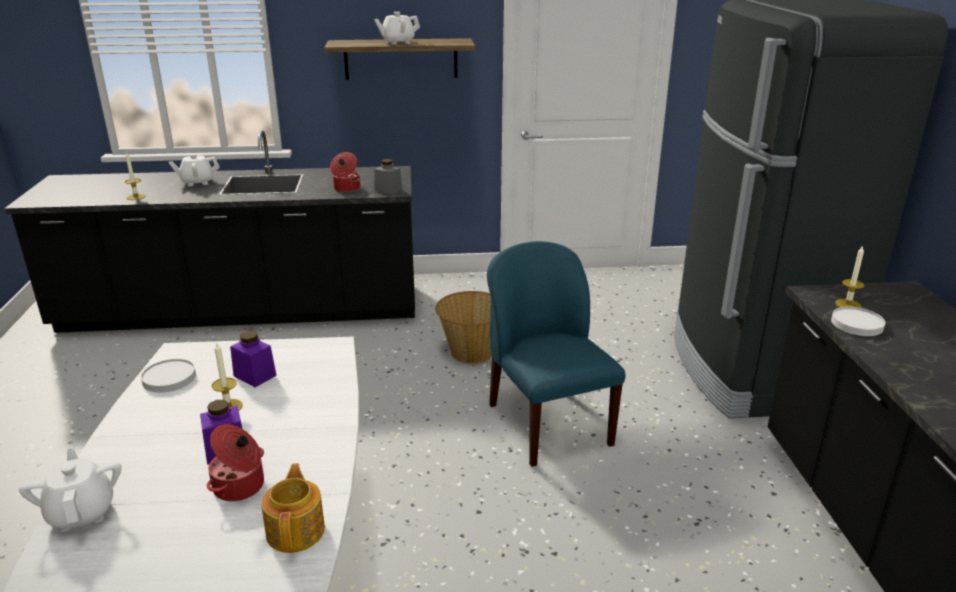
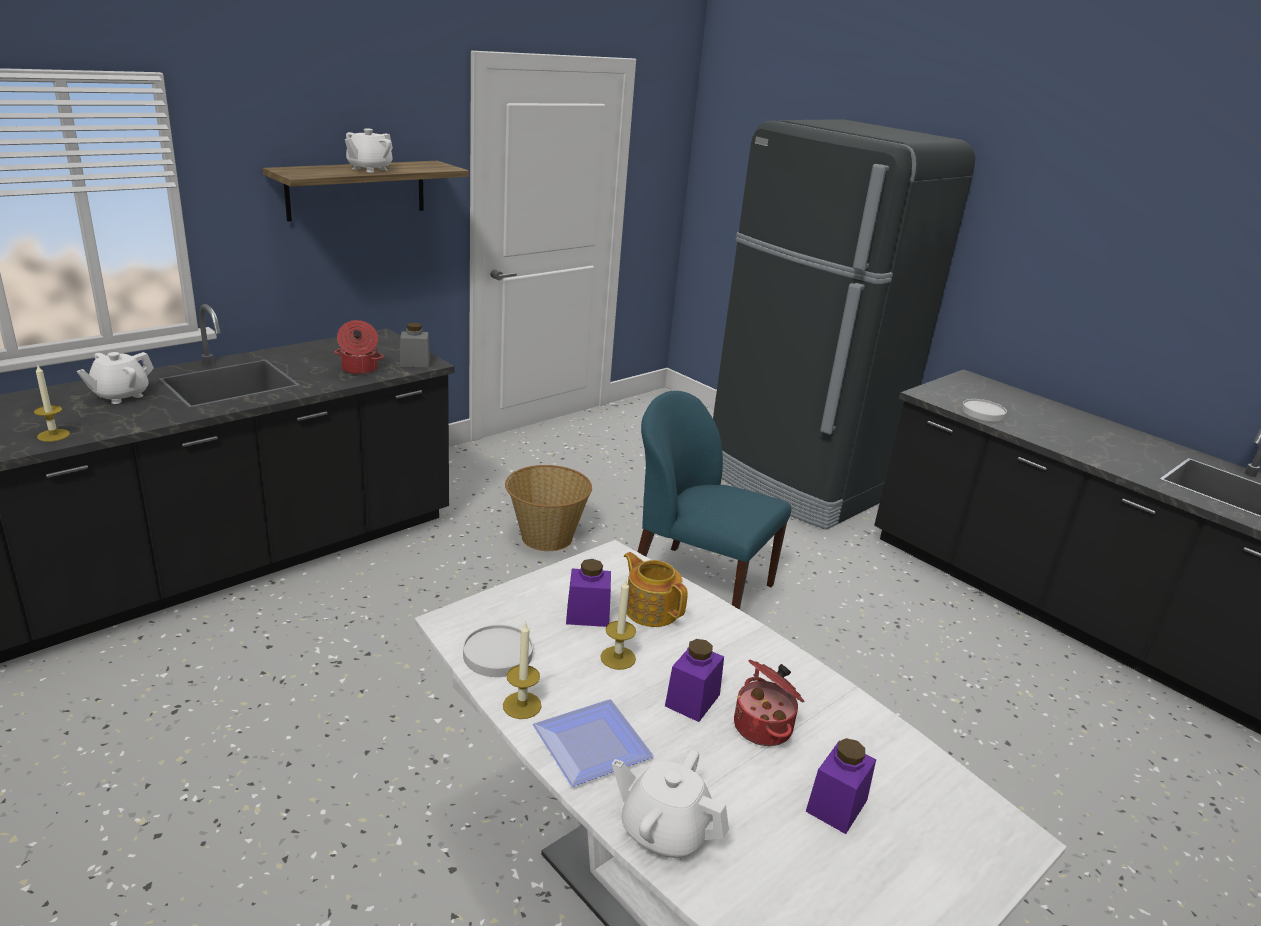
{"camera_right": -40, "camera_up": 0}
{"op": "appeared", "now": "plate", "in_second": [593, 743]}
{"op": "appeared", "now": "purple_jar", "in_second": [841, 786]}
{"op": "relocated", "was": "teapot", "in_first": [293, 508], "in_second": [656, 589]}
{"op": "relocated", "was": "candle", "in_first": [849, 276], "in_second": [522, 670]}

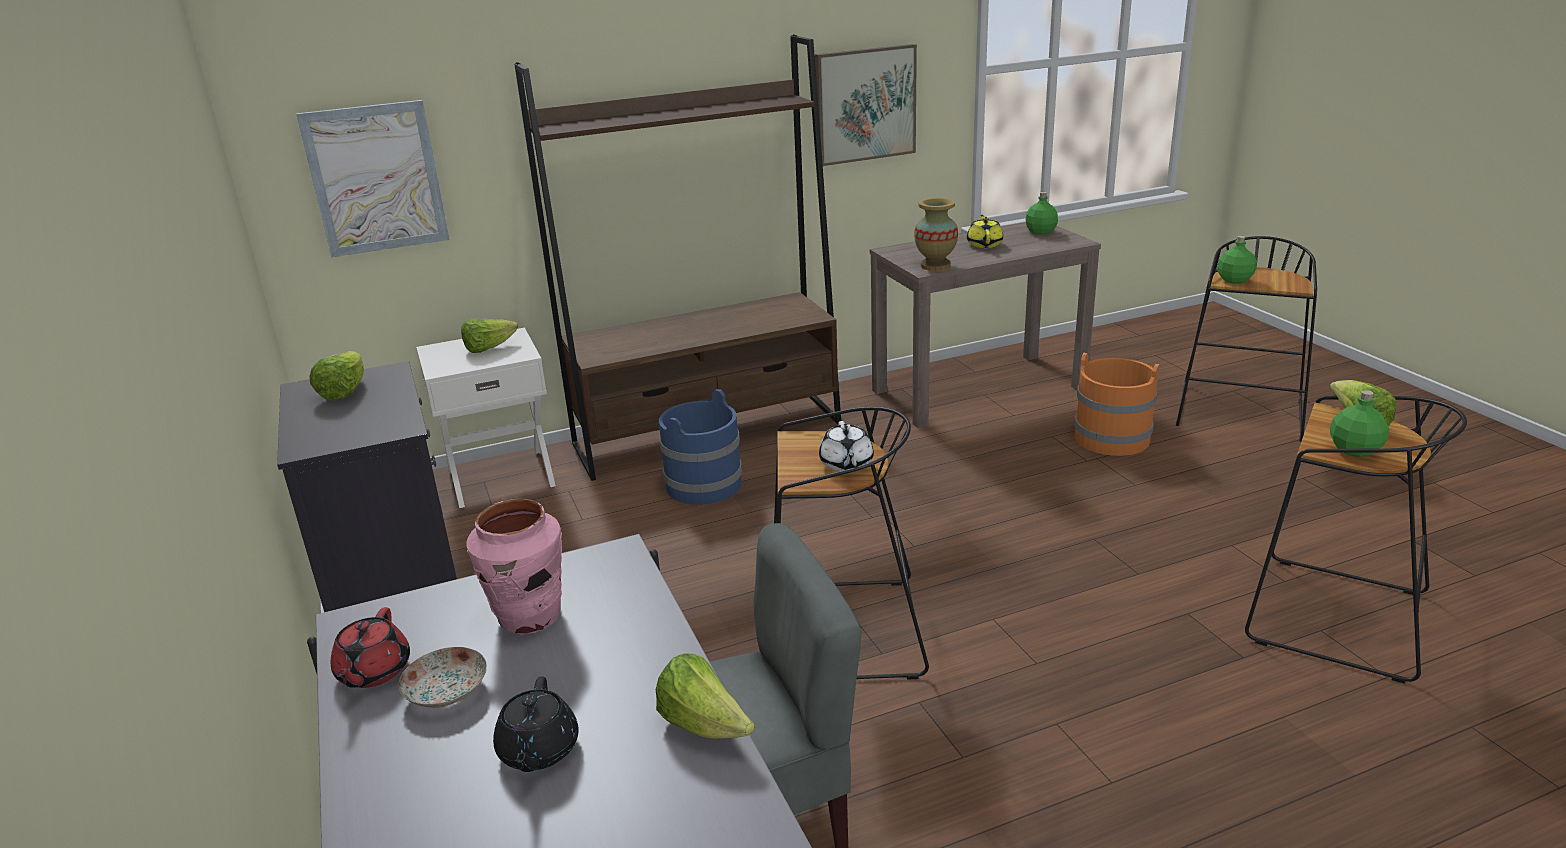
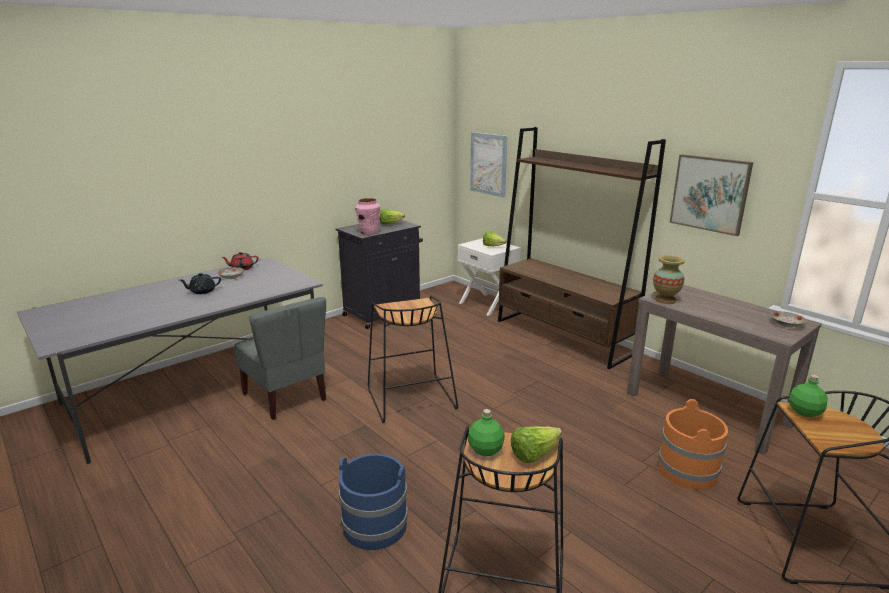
{"camera_right": 70, "camera_up": -5}
{"op": "missing", "was": "lettuce", "in_first": [705, 696]}
{"op": "missing", "was": "white_teapot", "in_first": [846, 446]}
{"op": "missing", "was": "yellow_teapot", "in_first": [985, 231]}
{"op": "relocated", "was": "pink_vase", "in_first": [514, 567], "in_second": [367, 216]}
{"op": "relocated", "was": "blue_bucket", "in_first": [700, 446], "in_second": [373, 502]}
{"op": "exchanged", "was": "green_bottle", "now": "plate", "in_first": [1042, 213], "in_second": [789, 319]}

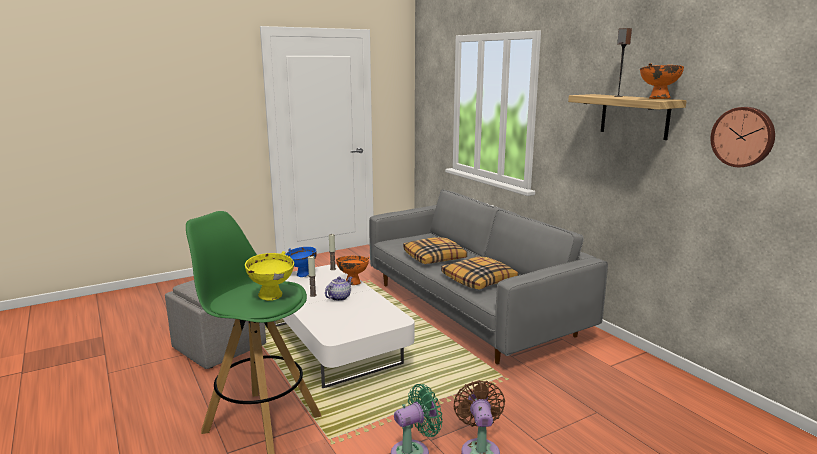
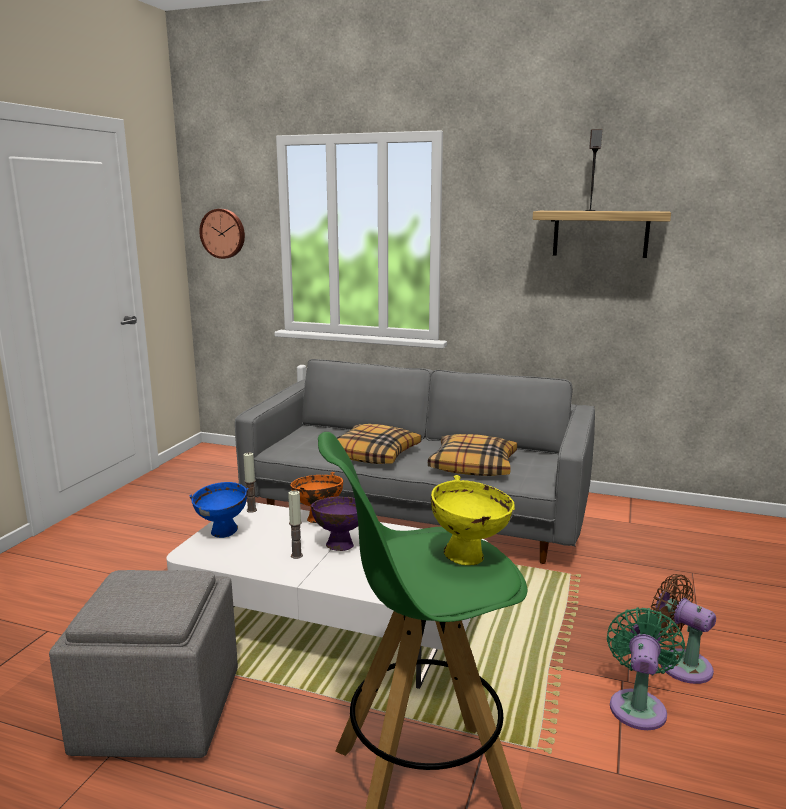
{"camera_right": -40, "camera_up": 0}
{"op": "missing", "was": "orange_bowl", "in_first": [662, 81]}
{"op": "relocated", "was": "wall_clock", "in_first": [743, 137], "in_second": [222, 234]}
{"op": "exchanged", "was": "teapot", "now": "purple_bowl", "in_first": [338, 289], "in_second": [334, 524]}

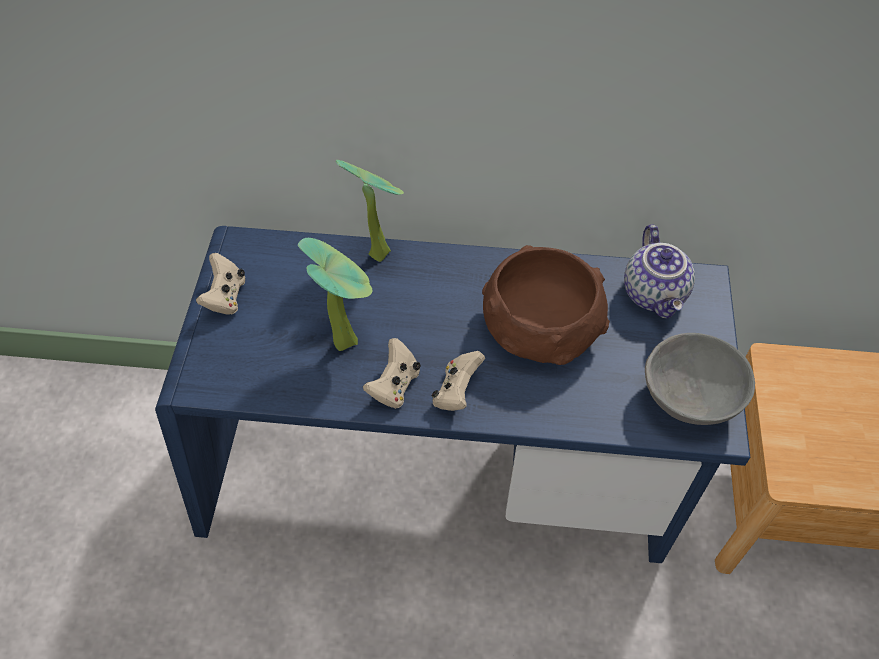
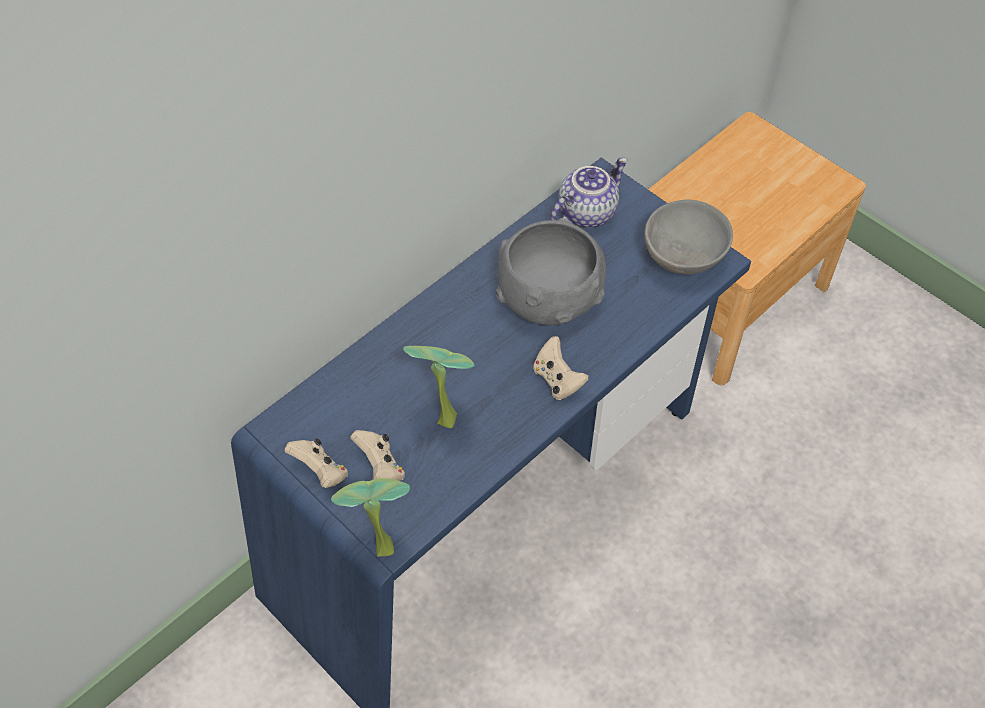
{"camera_right": -50, "camera_up": 0}
{"op": "relocated", "was": "potted_plant", "in_first": [369, 211], "in_second": [370, 517]}
{"op": "relocated", "was": "beige_game_controller", "in_first": [392, 373], "in_second": [377, 455]}
{"op": "colour", "was": "brown_bowl", "now": "grey_bowl", "in_first": [546, 305], "in_second": [551, 271]}
{"op": "spun", "was": "teapot", "in_first": [659, 272], "in_second": [589, 192], "clockwise": -75}

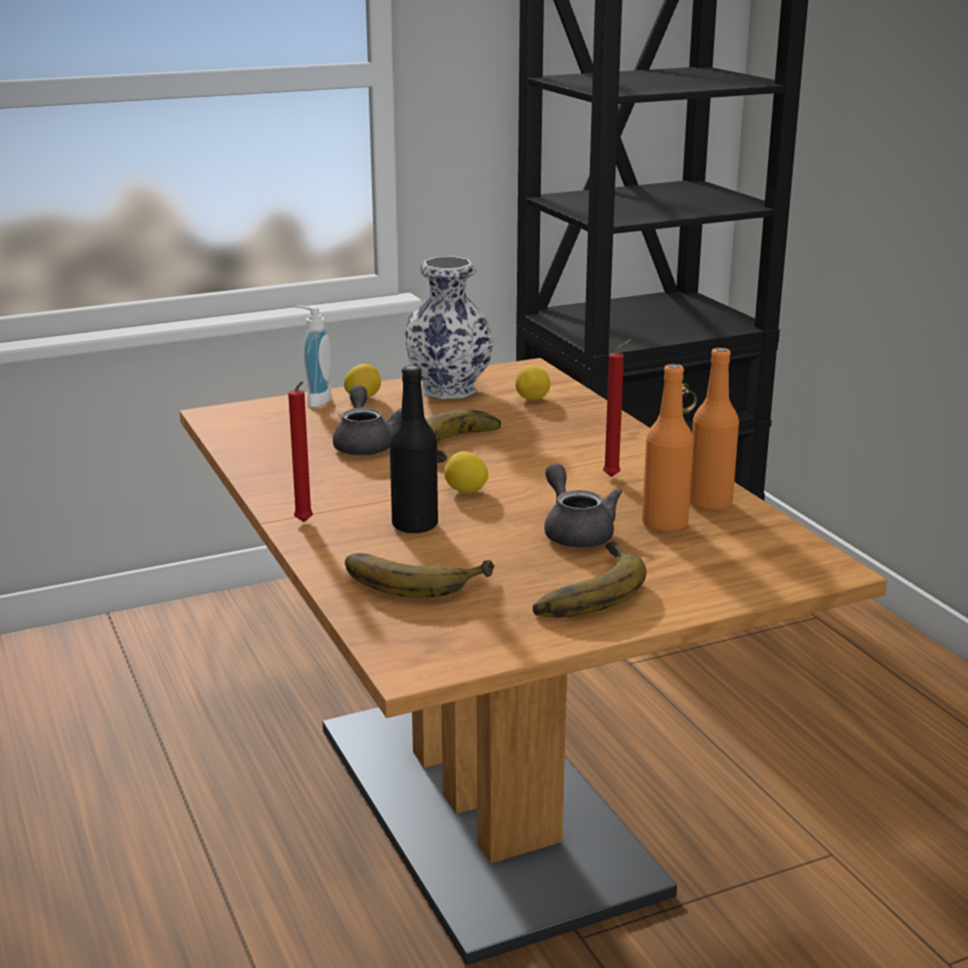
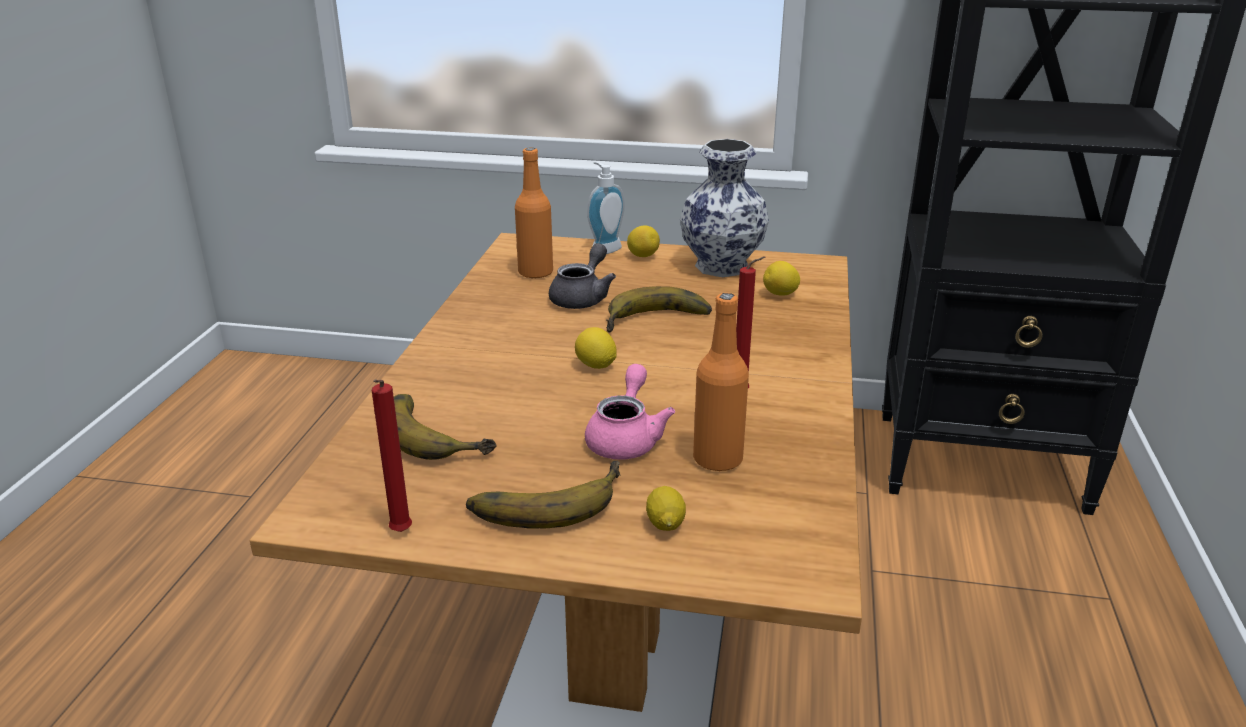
{"camera_right": 35, "camera_up": 5}
{"op": "missing", "was": "black_bottle", "in_first": [413, 449]}
{"op": "appeared", "now": "lemon", "in_second": [666, 508]}
{"op": "relocated", "was": "red_candle", "in_first": [300, 451], "in_second": [392, 455]}
{"op": "relocated", "was": "orange_bottle", "in_first": [714, 429], "in_second": [534, 213]}
{"op": "colour", "was": "grey_teapot", "now": "pink_teapot", "in_first": [583, 505], "in_second": [630, 412]}

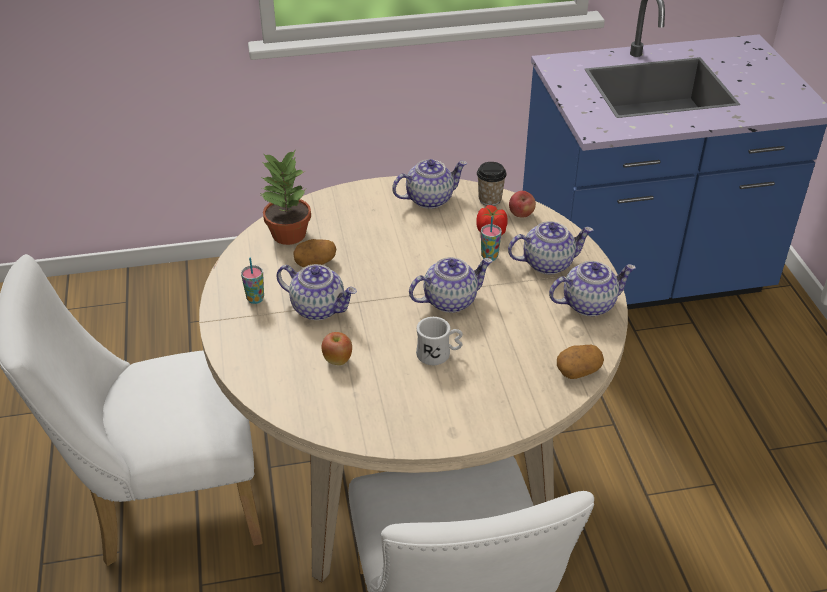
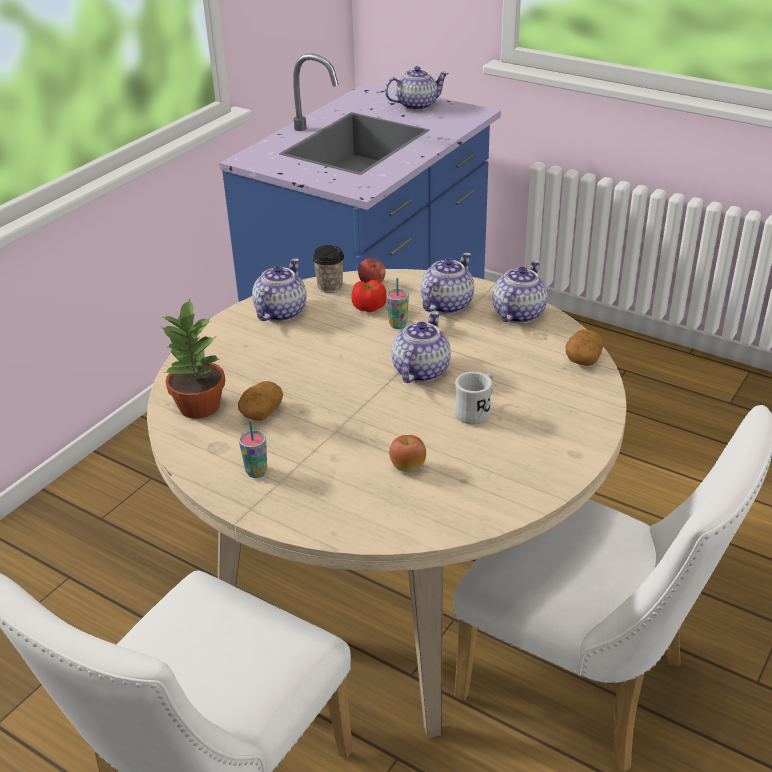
{"camera_right": -45, "camera_up": -5}
{"op": "relocated", "was": "teapot", "in_first": [317, 292], "in_second": [417, 88]}

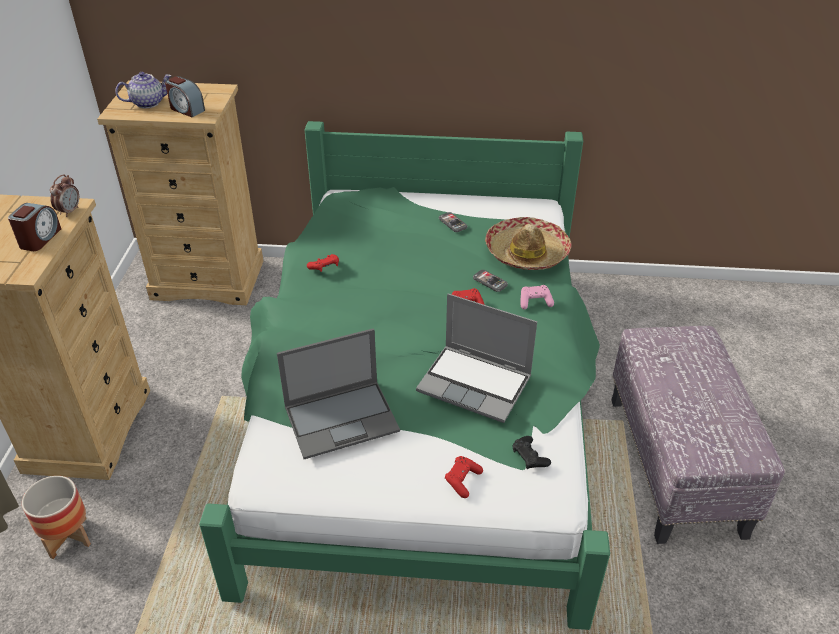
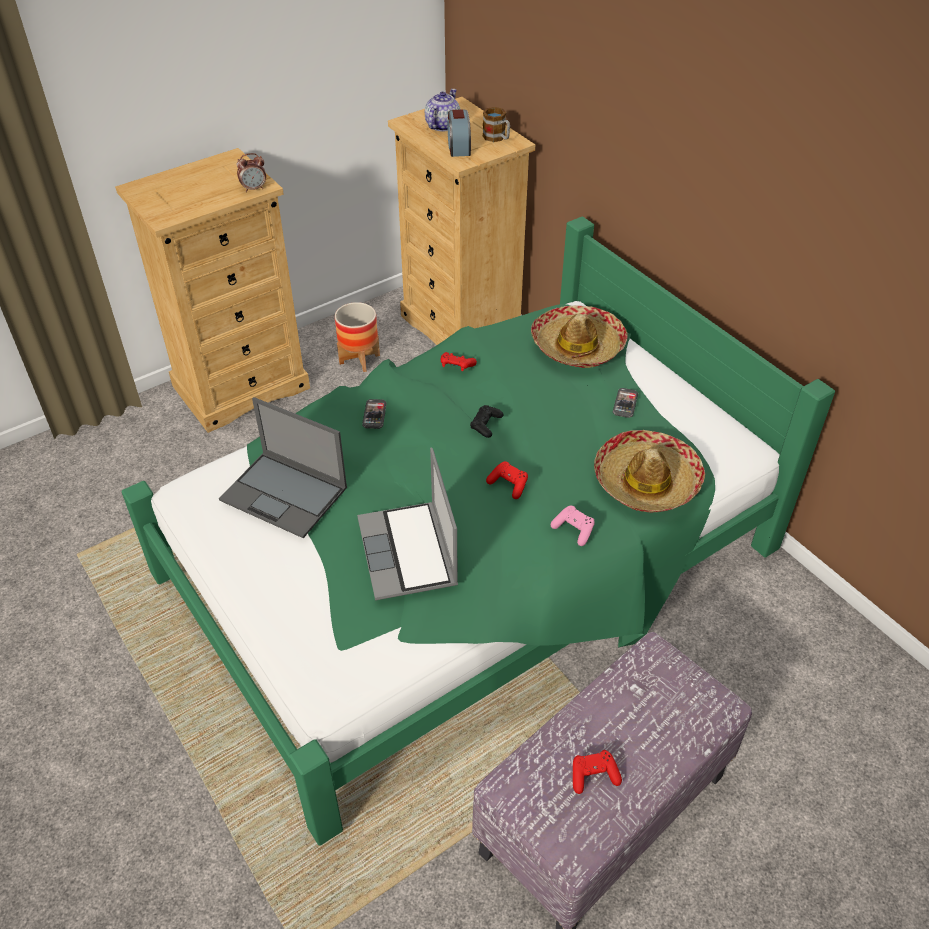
{"camera_right": 50, "camera_up": 5}
{"op": "missing", "was": "alarm_clock", "in_first": [34, 227]}
{"op": "appeared", "now": "mug", "in_second": [496, 124]}
{"op": "appeared", "now": "hat", "in_second": [579, 336]}
{"op": "relocated", "was": "planter", "in_first": [56, 517], "in_second": [357, 337]}
{"op": "relocated", "was": "red_game_controller", "in_first": [463, 477], "in_second": [597, 772]}
{"op": "relocated", "was": "phone", "in_first": [490, 281], "in_second": [374, 414]}
{"op": "relocated", "was": "black_game_controller", "in_first": [531, 452], "in_second": [487, 421]}
{"op": "spun", "was": "teapot", "in_first": [143, 90], "in_second": [442, 110], "clockwise": -90}

